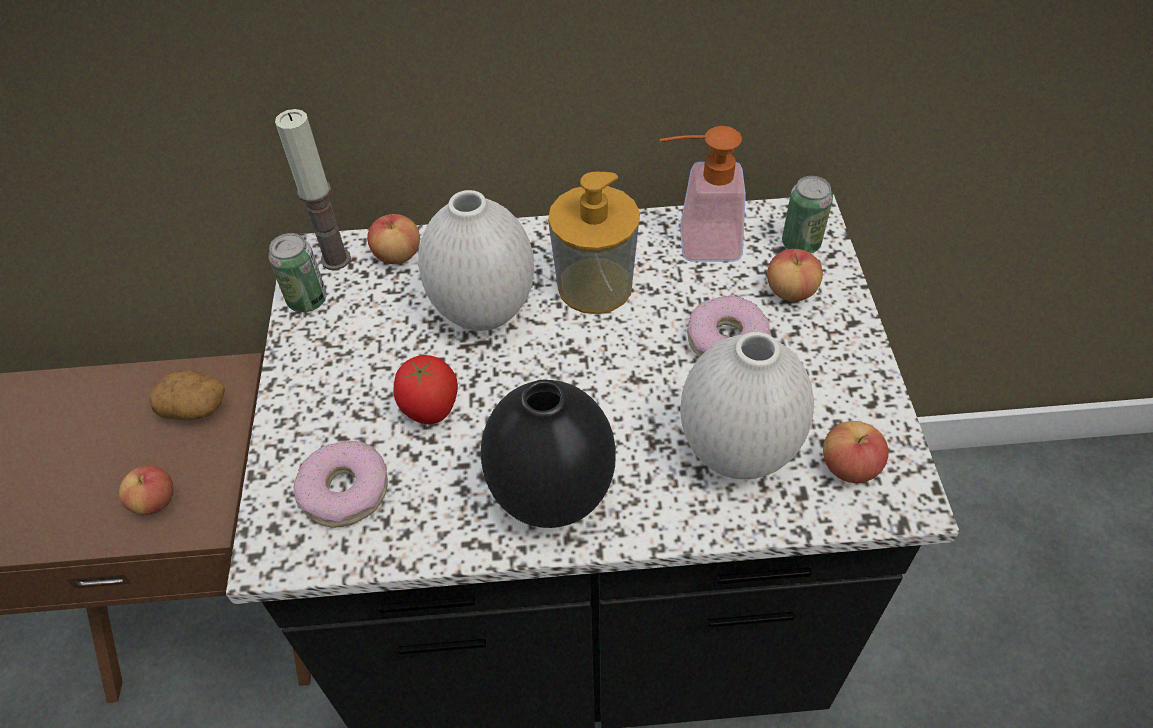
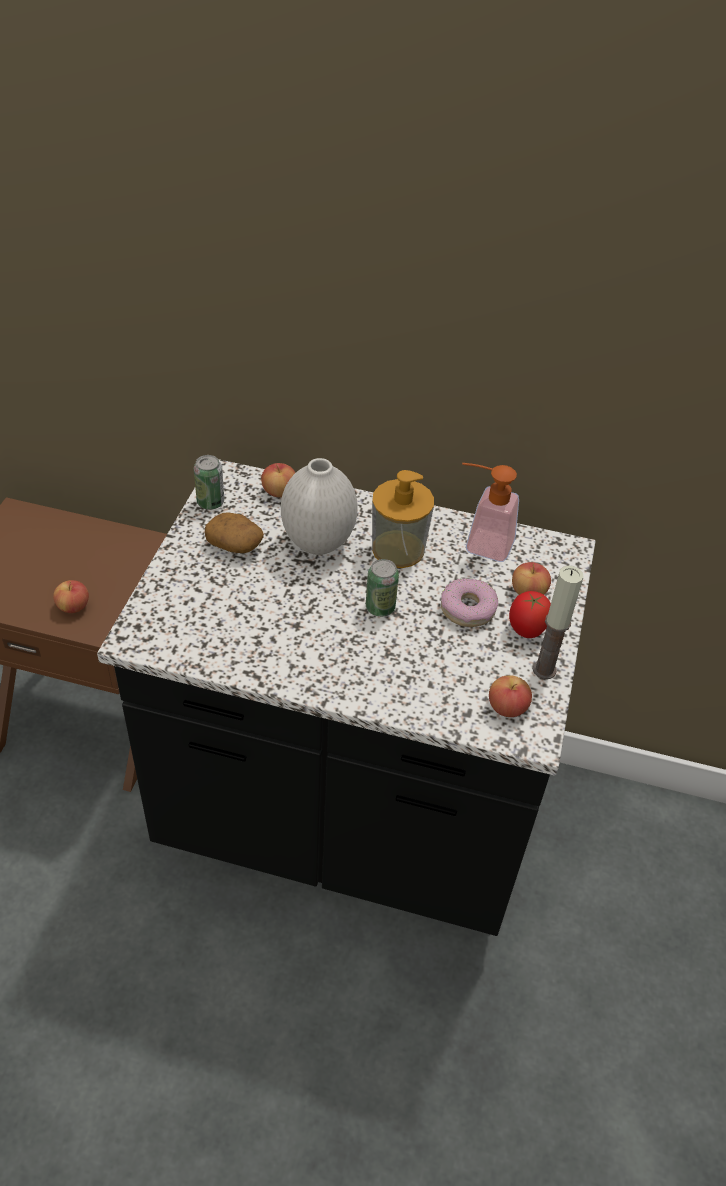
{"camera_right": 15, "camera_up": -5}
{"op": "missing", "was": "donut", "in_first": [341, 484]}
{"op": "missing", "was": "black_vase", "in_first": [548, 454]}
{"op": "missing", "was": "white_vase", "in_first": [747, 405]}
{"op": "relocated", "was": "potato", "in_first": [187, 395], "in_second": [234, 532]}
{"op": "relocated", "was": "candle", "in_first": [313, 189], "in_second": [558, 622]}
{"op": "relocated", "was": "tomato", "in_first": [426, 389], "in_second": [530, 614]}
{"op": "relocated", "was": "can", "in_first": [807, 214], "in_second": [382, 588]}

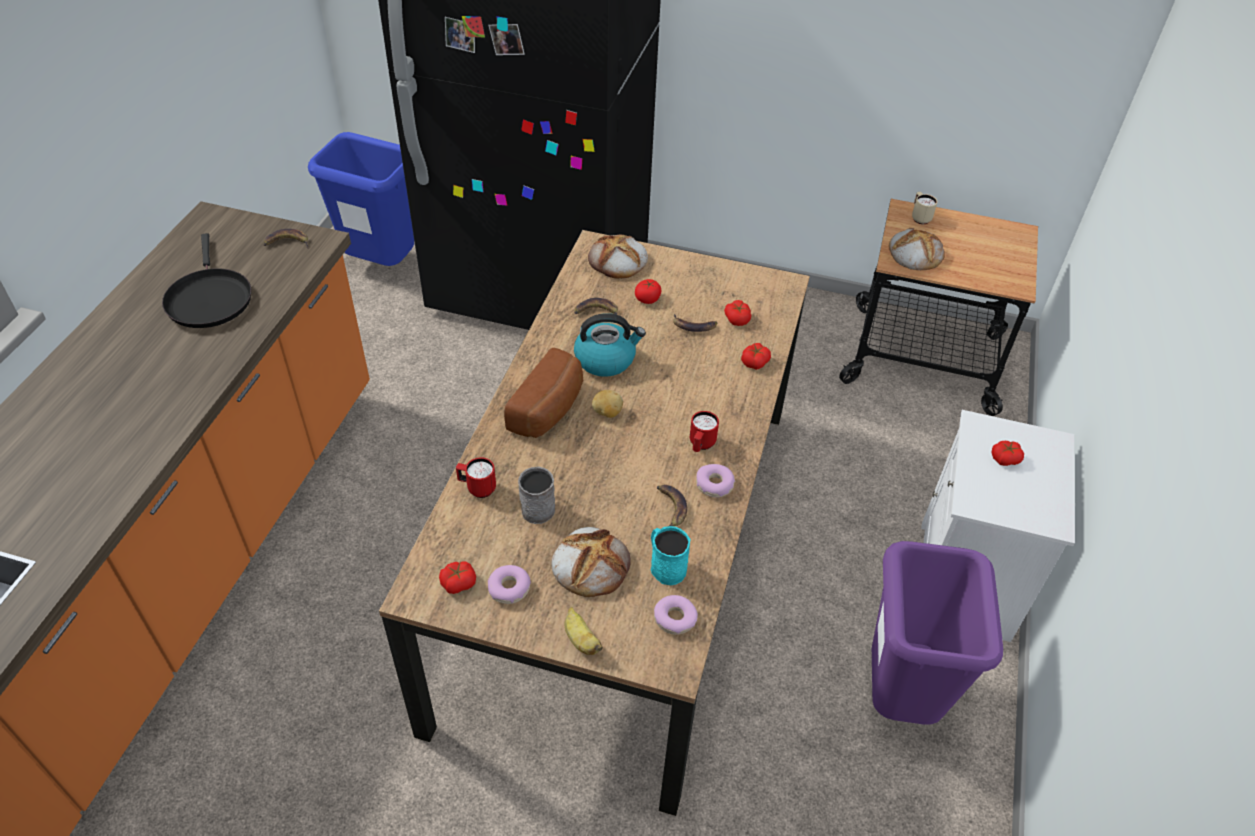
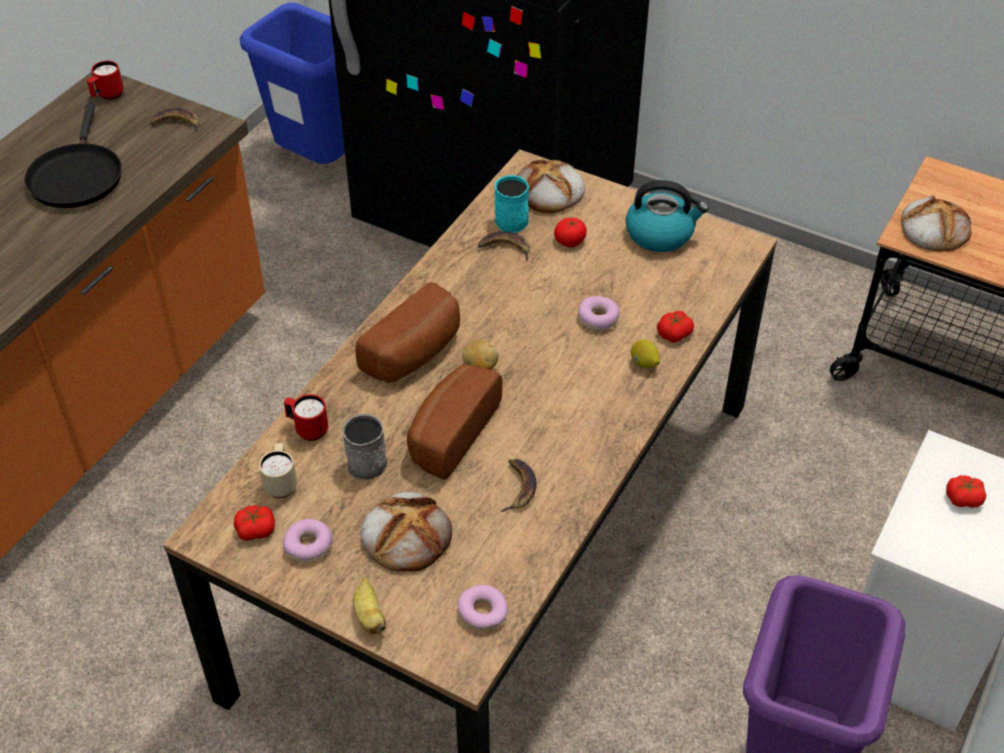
{"camera_right": 15, "camera_up": 0}
{"op": "missing", "was": "banana", "in_first": [695, 323]}
{"op": "missing", "was": "tomato", "in_first": [737, 313]}
{"op": "appeared", "now": "bread", "in_second": [454, 422]}
{"op": "appeared", "now": "lemon", "in_second": [645, 353]}
{"op": "relocated", "was": "kettle", "in_first": [610, 345], "in_second": [667, 216]}
{"op": "relocated", "was": "turquoise_mug", "in_first": [670, 555], "in_second": [512, 204]}
{"op": "relocated", "was": "red_mug", "in_first": [704, 431], "in_second": [105, 80]}
{"op": "relocated", "was": "donut", "in_first": [715, 481], "in_second": [599, 313]}
{"op": "relocated", "was": "beige_mug", "in_first": [925, 208], "in_second": [278, 470]}

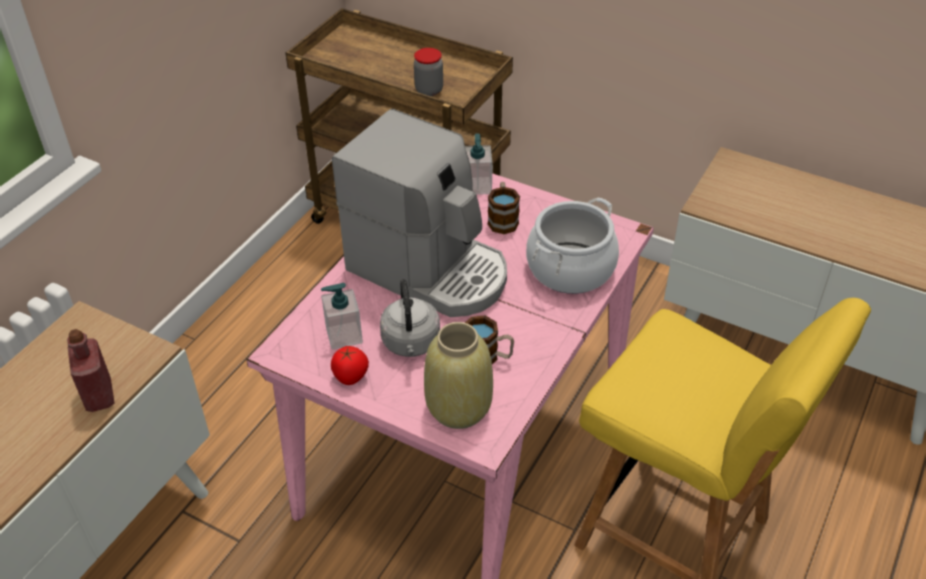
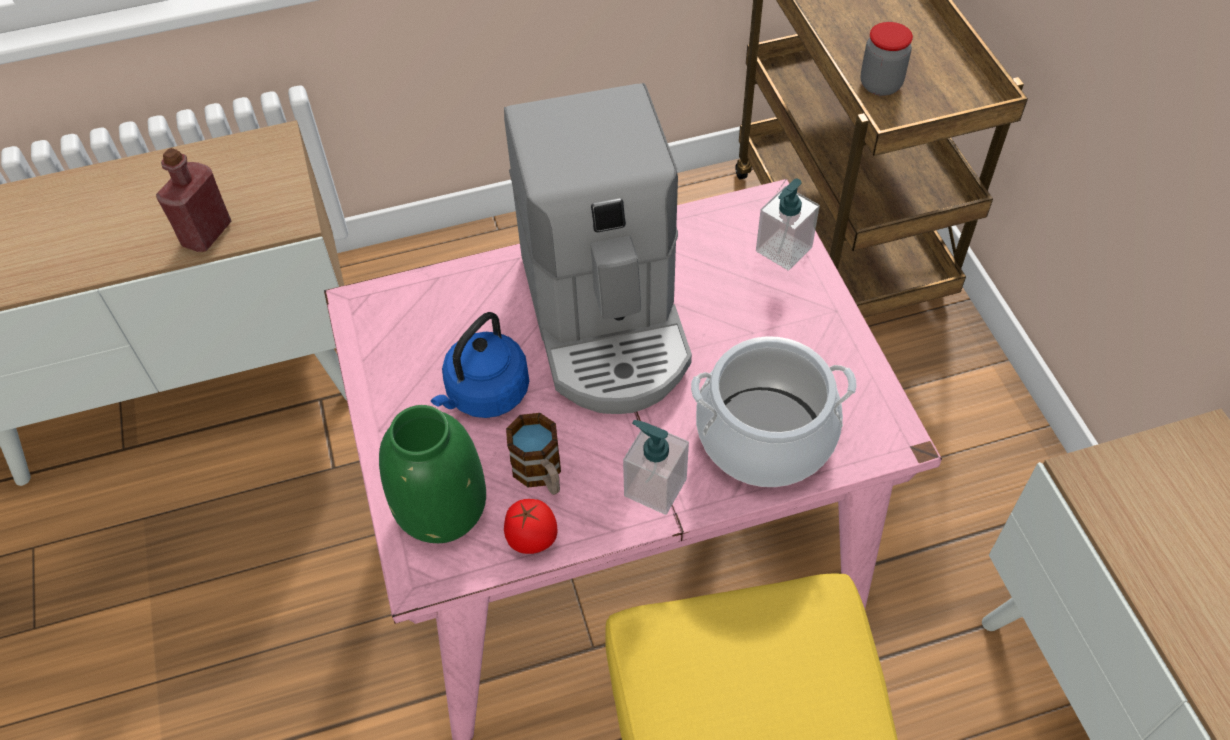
{"camera_right": 45, "camera_up": 10}
{"op": "missing", "was": "mug", "in_first": [504, 208]}
{"op": "relocated", "was": "soap_dispenser", "in_first": [342, 316], "in_second": [656, 467]}
{"op": "relocated", "was": "tomato", "in_first": [350, 365], "in_second": [530, 526]}
{"op": "colour", "was": "grey_kettle", "now": "blue_kettle", "in_first": [410, 318], "in_second": [480, 365]}
{"op": "colour", "was": "beige_vase", "now": "green_vase", "in_first": [458, 375], "in_second": [432, 474]}

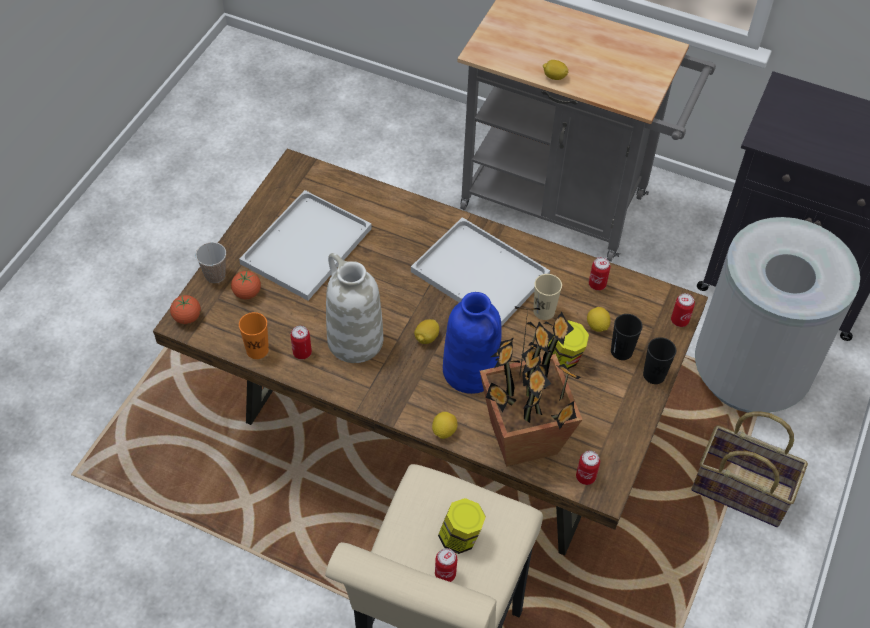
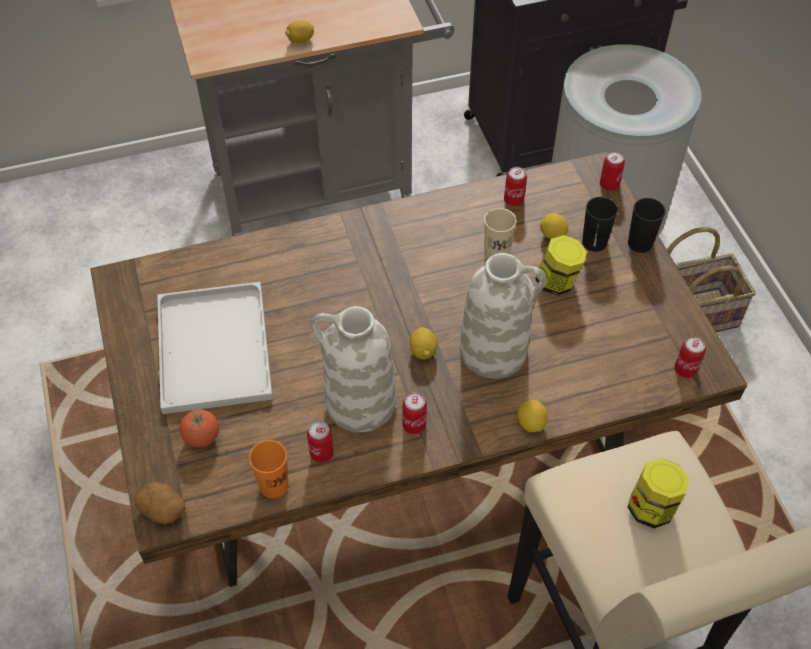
{"camera_right": -40, "camera_up": 0}
{"op": "missing", "was": "cup", "in_first": [211, 262]}
{"op": "missing", "was": "white_tray", "in_first": [480, 271]}
{"op": "missing", "was": "potted_plant", "in_first": [531, 386]}
{"op": "relocated", "was": "can", "in_first": [446, 565], "in_second": [414, 414]}
{"op": "exchanged", "was": "tomato", "now": "potato", "in_first": [185, 309], "in_second": [160, 503]}
{"op": "colour", "was": "blue_vase", "now": "white_vase", "in_first": [472, 343], "in_second": [503, 315]}

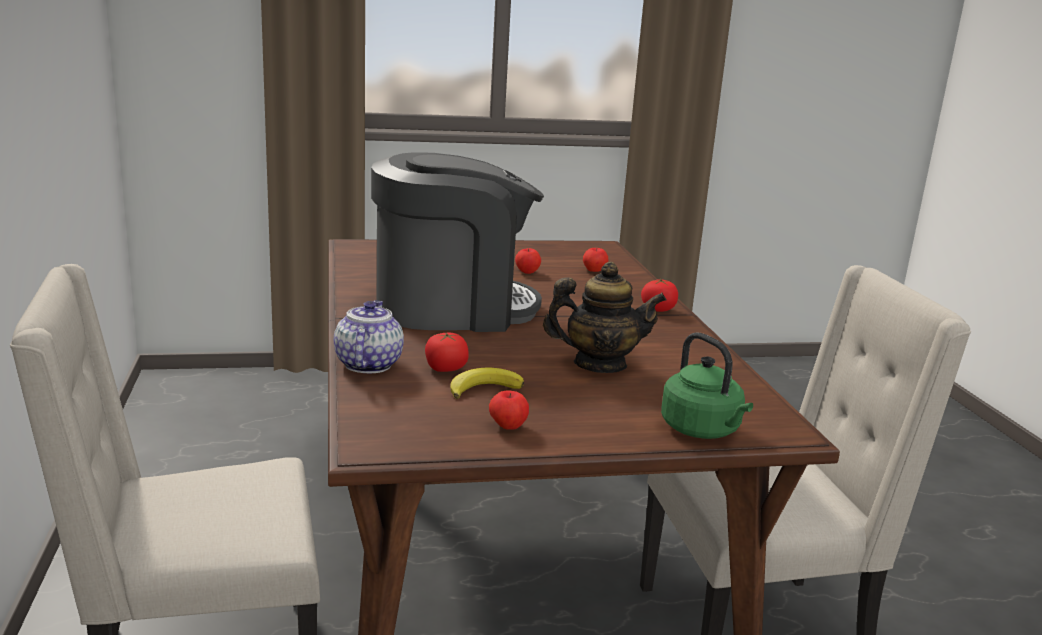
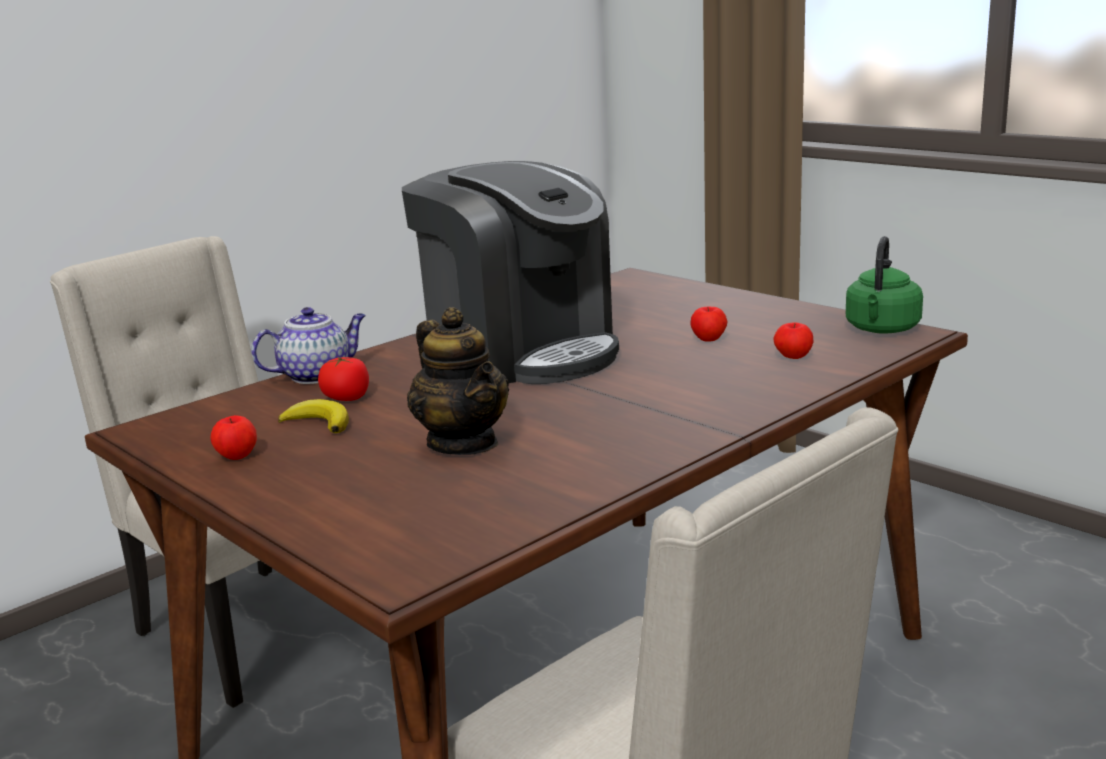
{"camera_right": 60, "camera_up": 0}
{"op": "missing", "was": "tomato", "in_first": [659, 295]}
{"op": "relocated", "was": "green_kettle", "in_first": [707, 385], "in_second": [884, 285]}

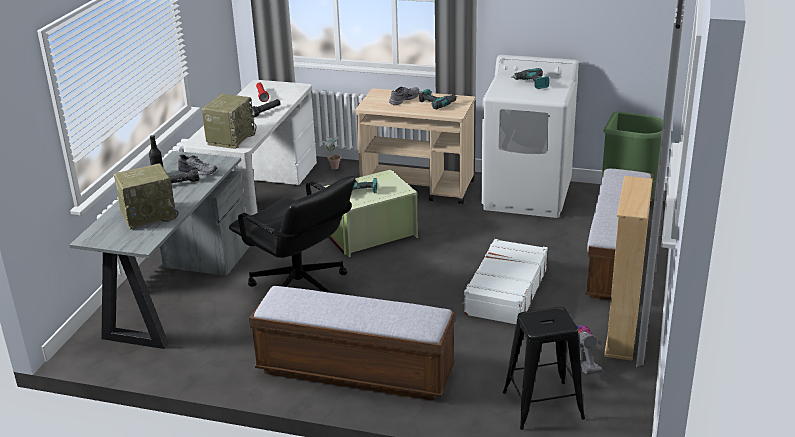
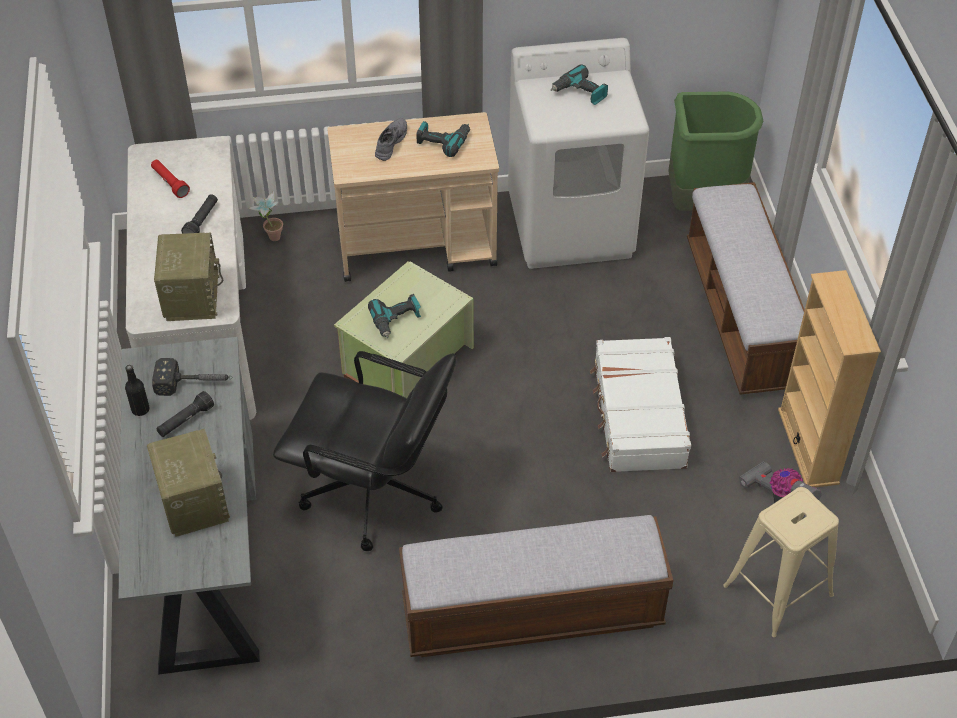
{"camera_right": -25, "camera_up": 20}
{"op": "exchanged", "was": "grey_shoe", "now": "hammer", "in_first": [197, 164], "in_second": [192, 377]}
{"op": "colour", "was": "black_stool", "now": "beige_stool", "in_first": [544, 368], "in_second": [781, 562]}
{"op": "spun", "was": "radio", "in_first": [146, 196], "in_second": [188, 482], "clockwise": -60}

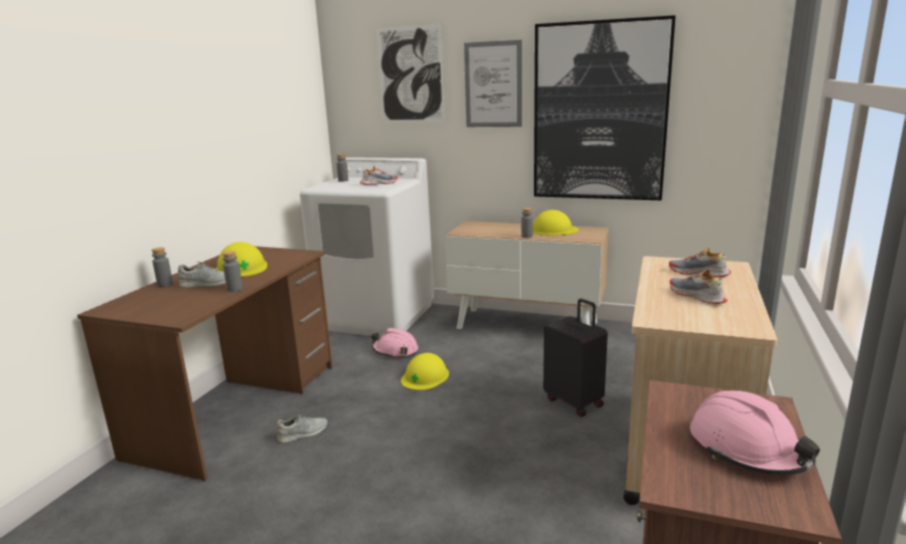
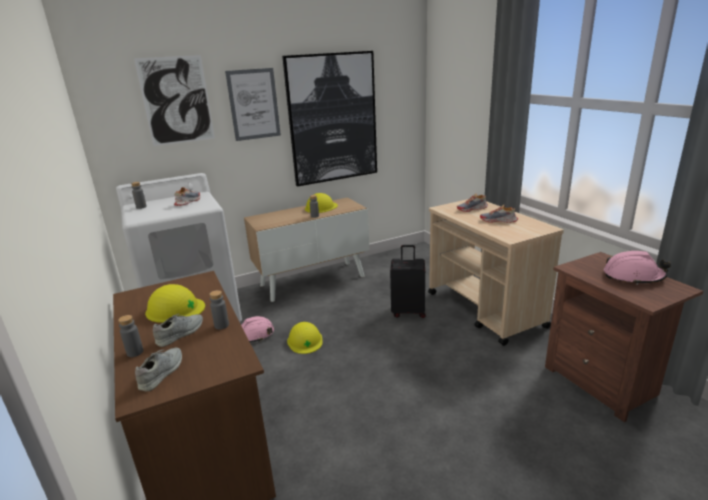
{"camera_right": -45, "camera_up": 5}
{"op": "relocated", "was": "grey_shoe", "in_first": [302, 429], "in_second": [158, 370]}

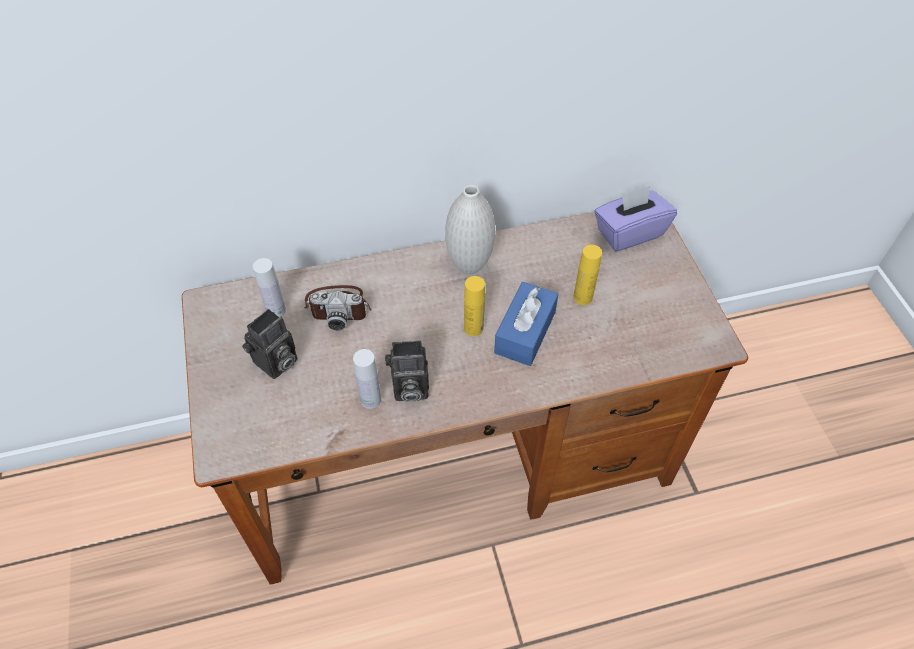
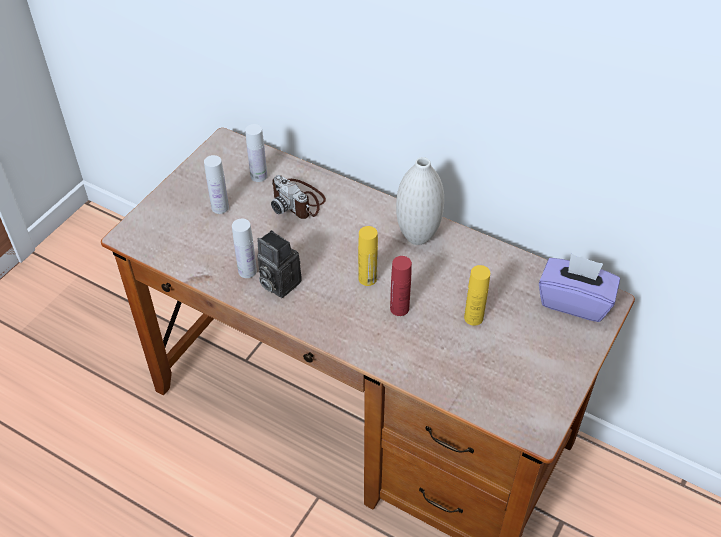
{"camera_right": 45, "camera_up": -5}
{"op": "exchanged", "was": "photo_camera", "now": "white_bottle", "in_first": [269, 344], "in_second": [216, 184]}
{"op": "exchanged", "was": "blue_tissue_box", "now": "red_bottle", "in_first": [526, 324], "in_second": [401, 286]}

